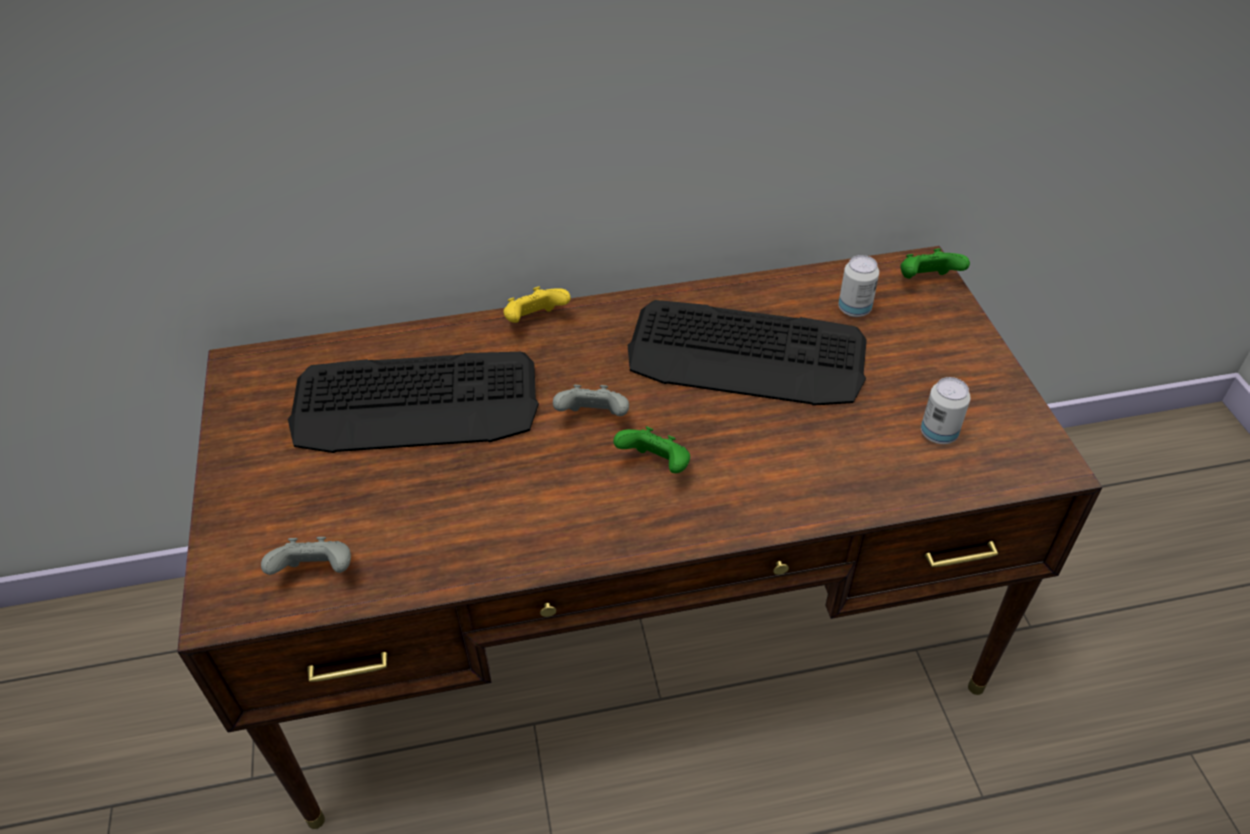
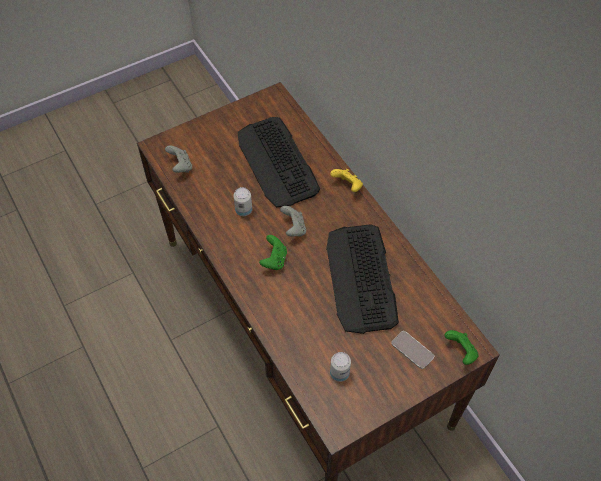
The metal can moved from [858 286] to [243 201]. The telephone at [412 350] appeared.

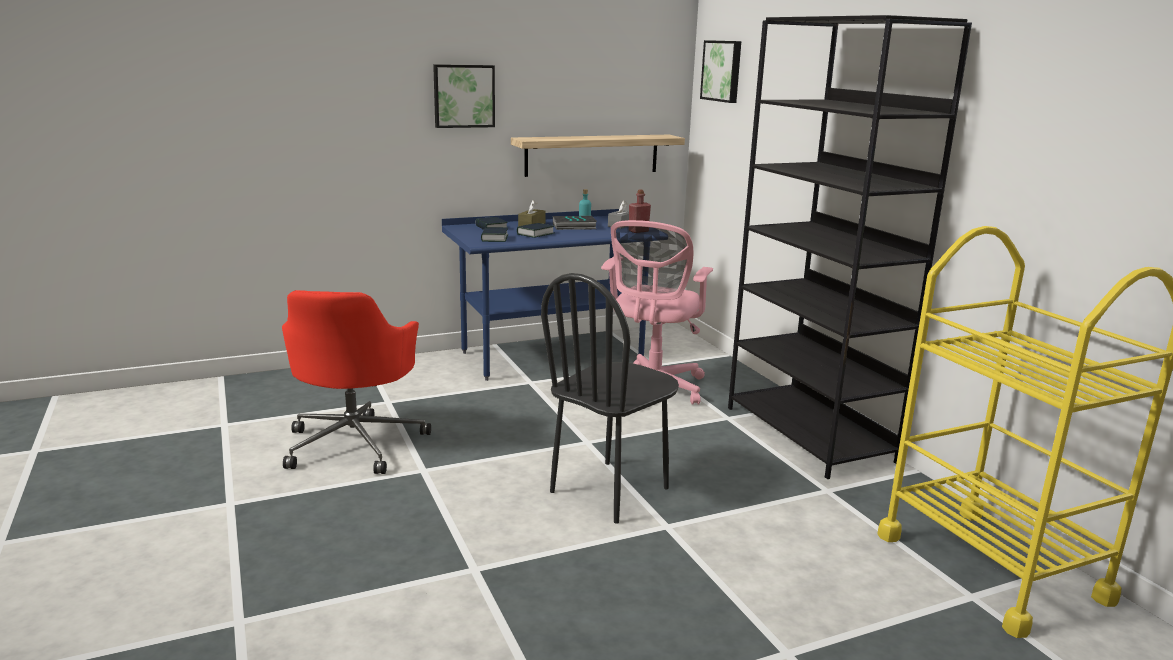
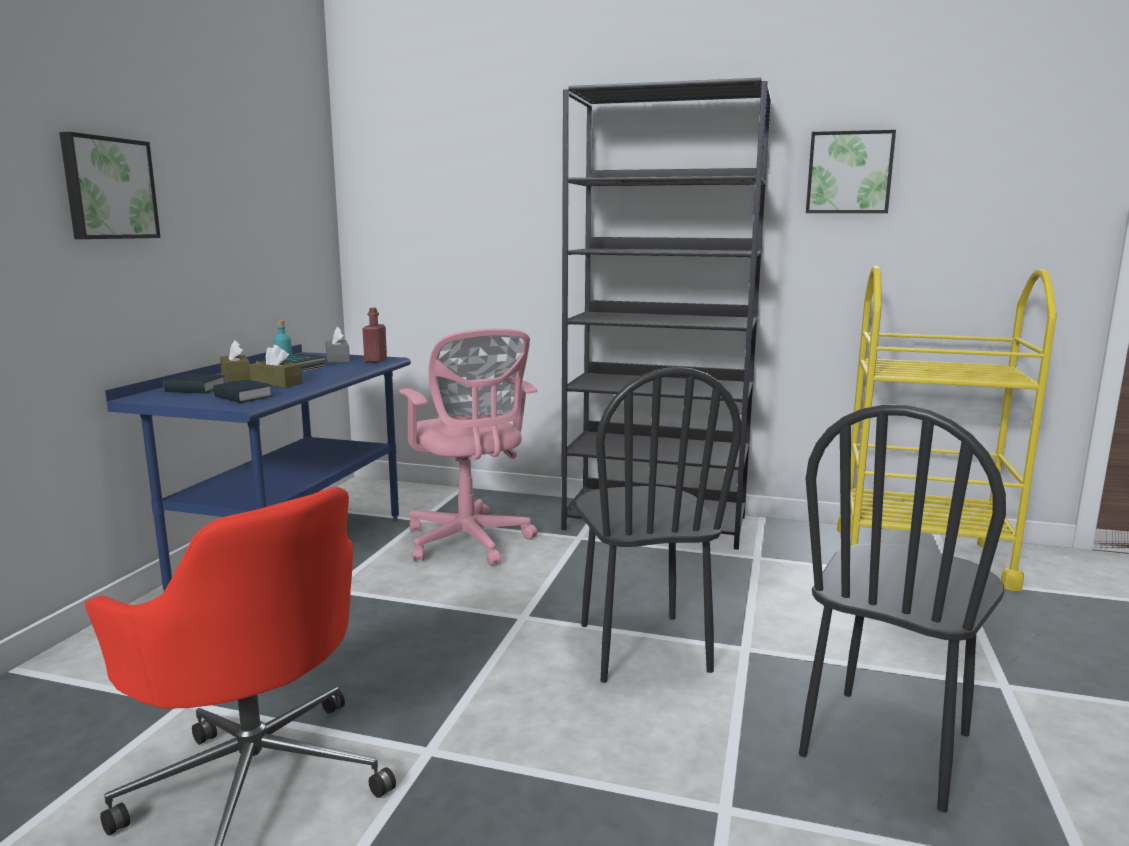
The bound book at [535 230] was replaced by the tissue holder in brownish at [275 366]. The plain chair in blackish at [902 608] appeared. The picture moved from [720 71] to [851 171]. The wall shelf at [598 156] disappeared.

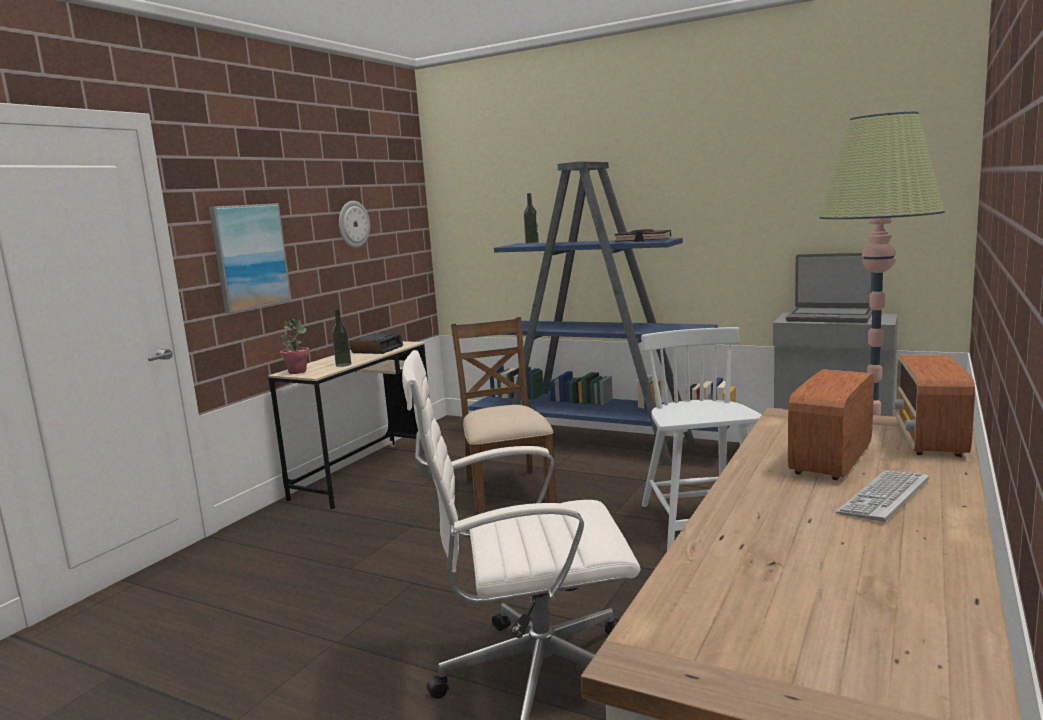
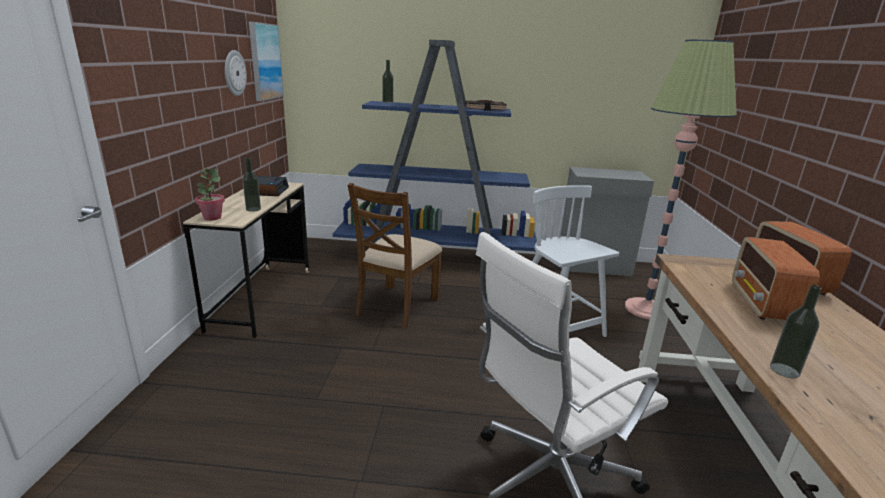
The picture moved from [250 258] to [266 61]. The plain chair in brownish at [504 416] turned 120 degrees counterclockwise. The beverage bottle at [796 331] appeared. The portable computer at [829 288] disappeared. The computer keyboard at [882 496] disappeared.

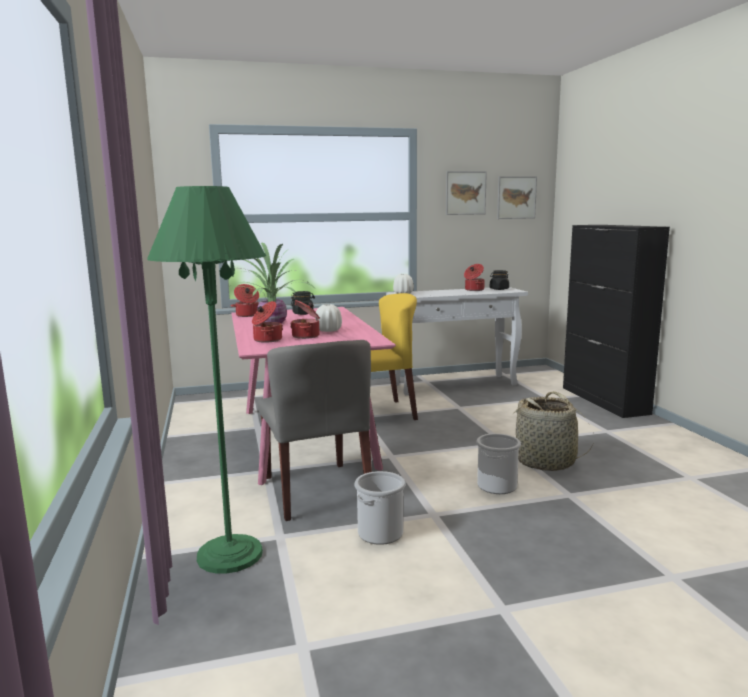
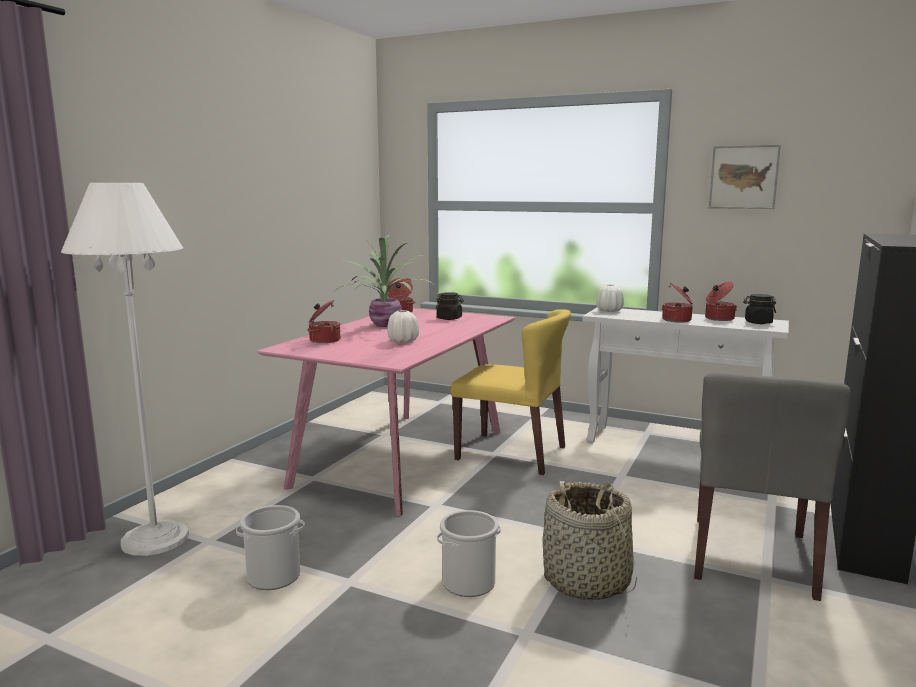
The floor lamp in greenish at [206 380] became the floor lamp in whitish at [125 369]. The cooking pot moved from [305 319] to [677 302]. The plain chair in greyish moved from [315 430] to [772 486]. The picture at [517 197] disappeared.

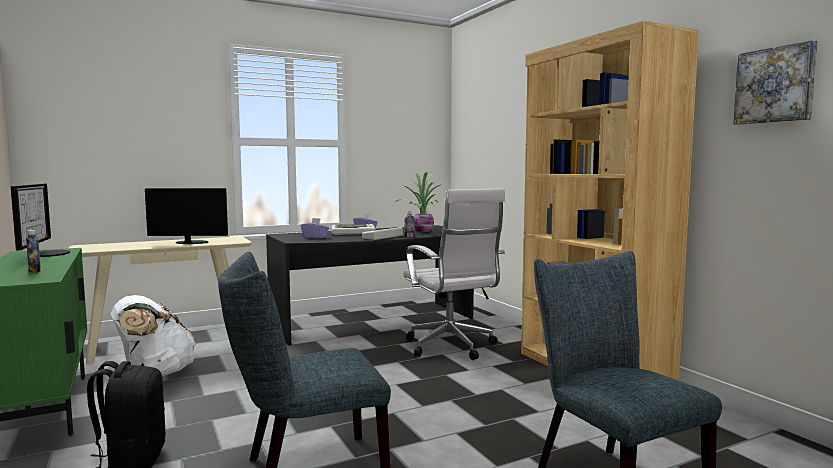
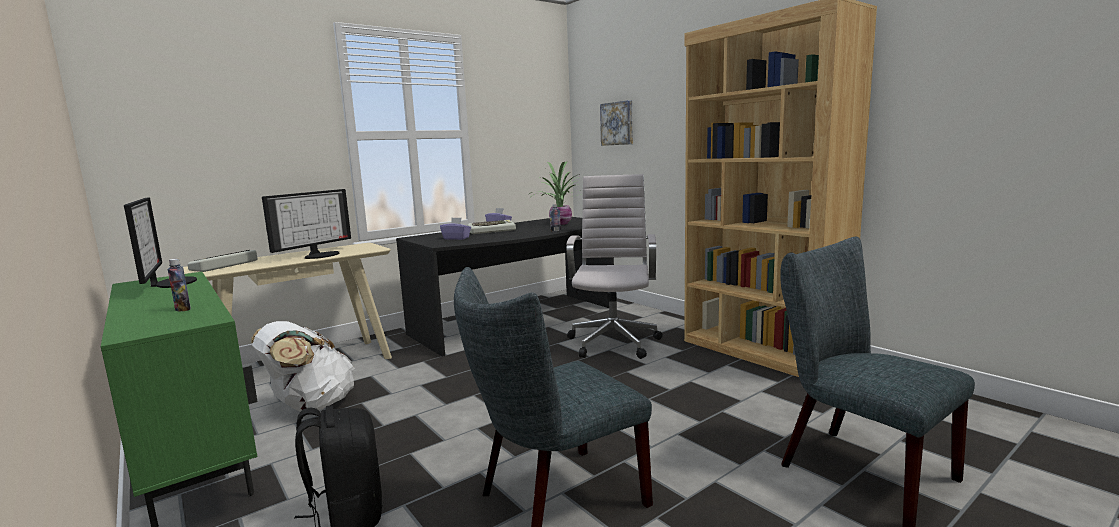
The computer keyboard moved from [382 233] to [222 261]. The computer screen at [186 216] turned 135 degrees clockwise. The desk chair in whitish at [454 274] turned 135 degrees counterclockwise. The picture moved from [775 82] to [616 123].

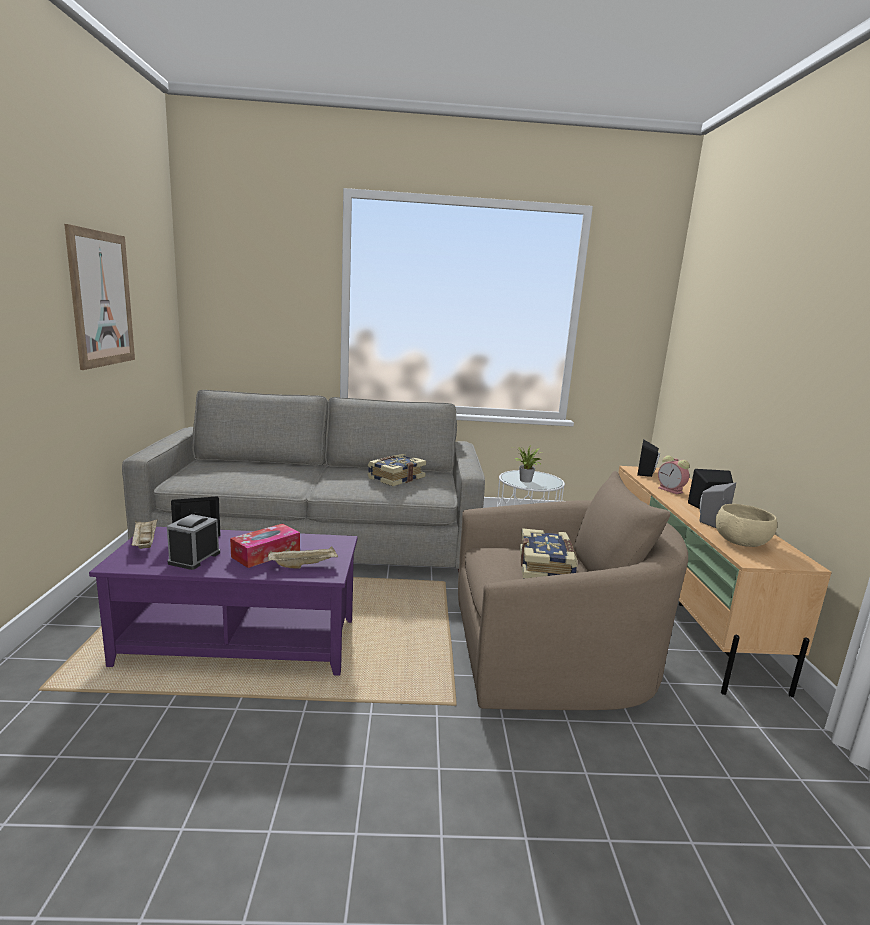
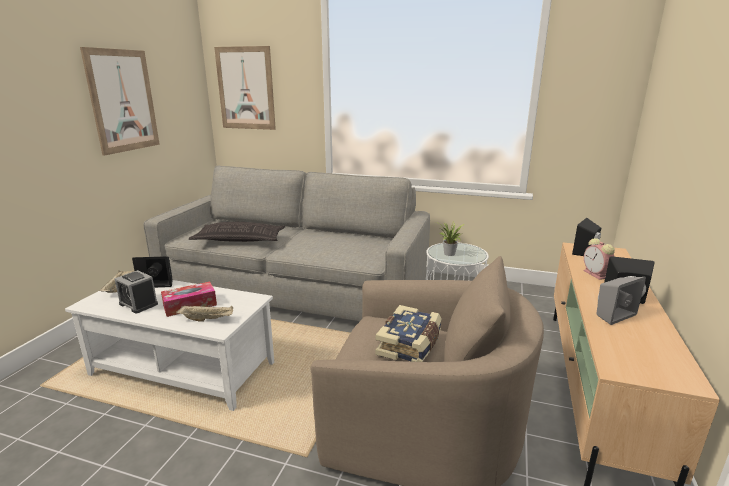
The coffee table in purplish at [223 601] became the coffee table in whitish at [169 345]. The alarm clock at [193 542] turned 90 degrees counterclockwise. The cushion at [237 232] appeared. The picture at [245 88] appeared. The bound book at [396 470] disappeared. The bowl in beige at [746 525] disappeared.

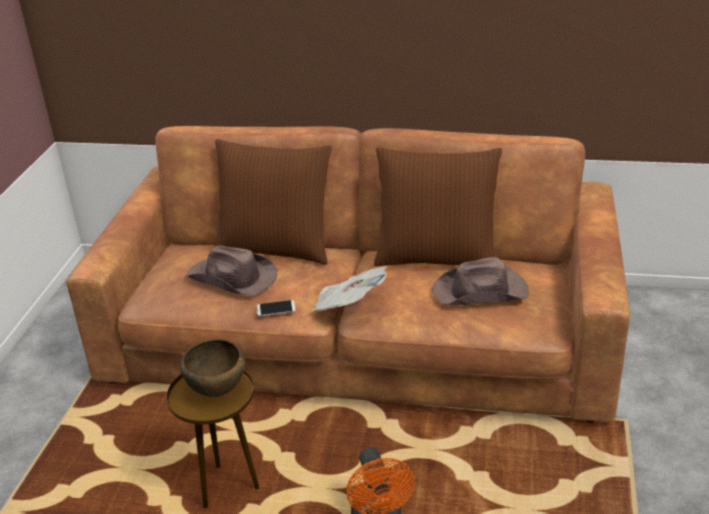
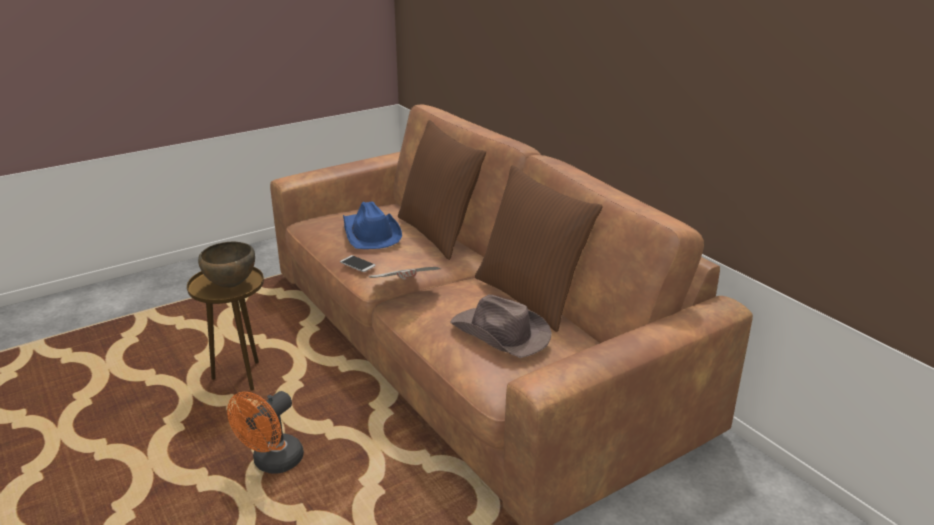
The hat in brownish at [231 271] became the hat in blue at [372 225].

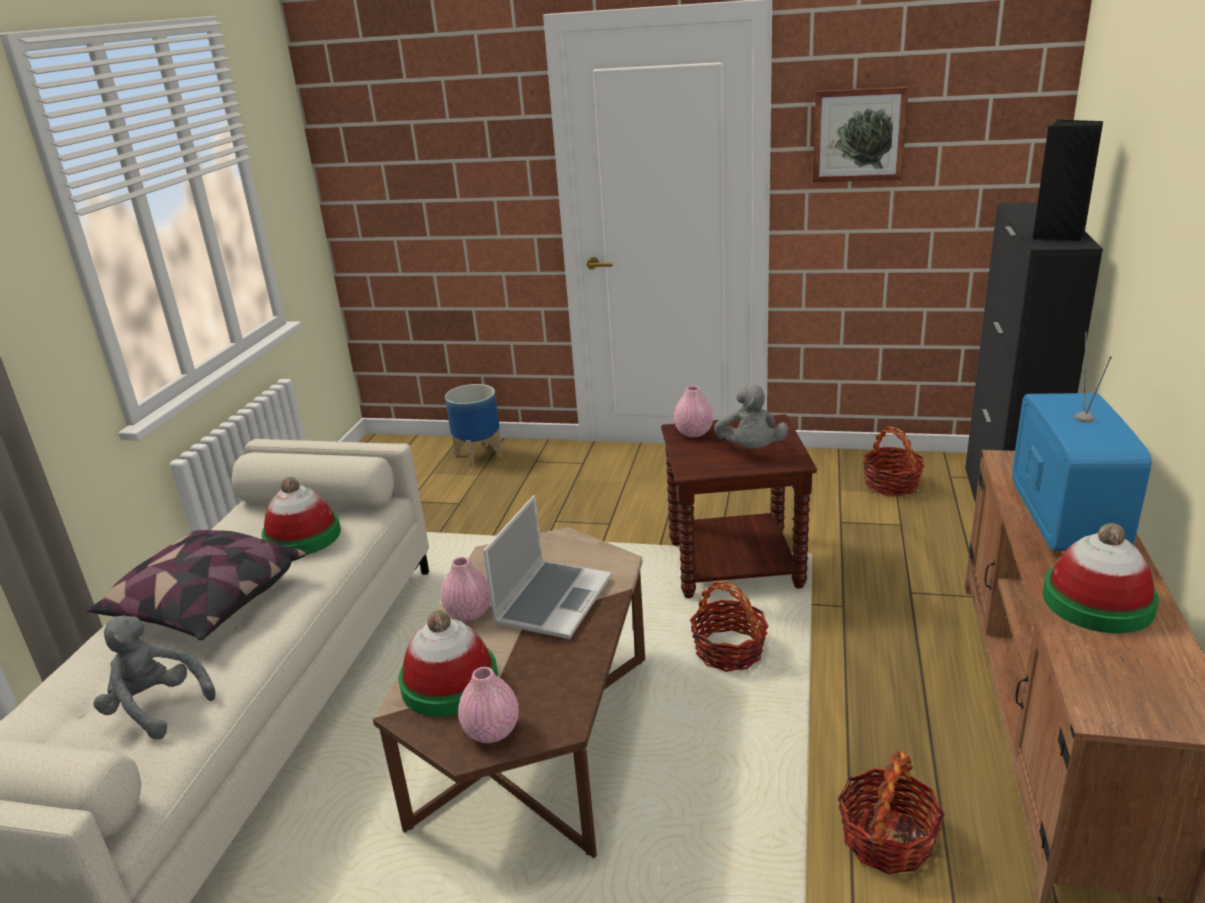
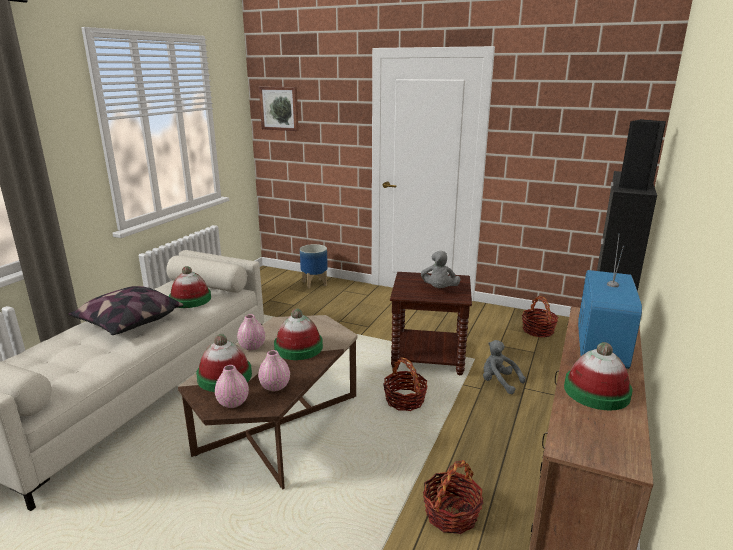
The flower vase in pink-coloured moved from [693 411] to [274 370]. The picture moved from [861 134] to [279 108]. The portable computer at [547 567] was replaced by the hat at [298 334]. The cuddly toy in greyish moved from [154 677] to [504 367].

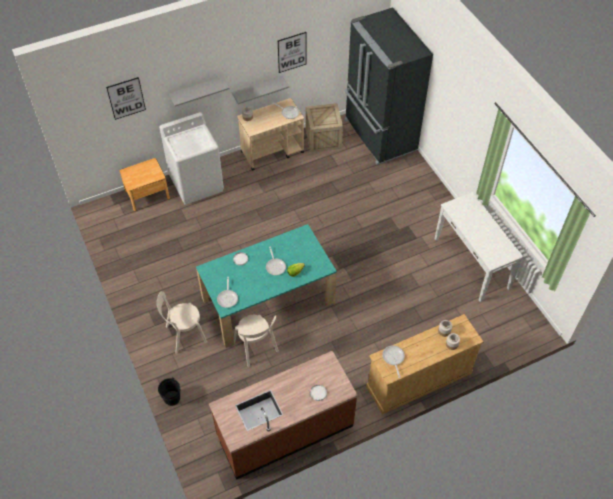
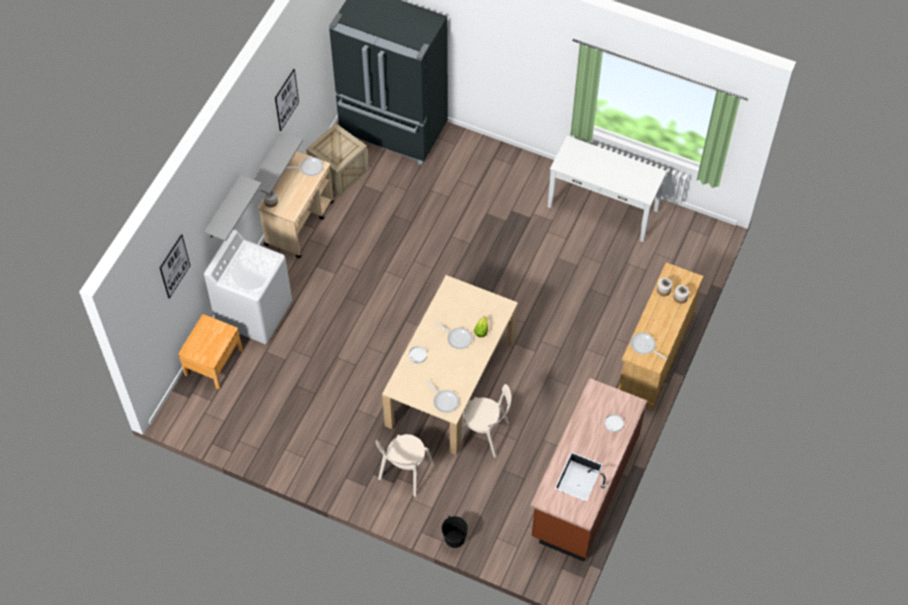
The kitchen table in turquoise at [266 286] became the kitchen table in beige at [450 365].

